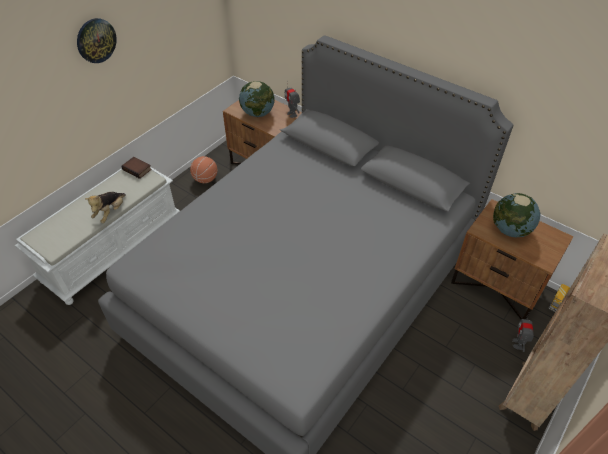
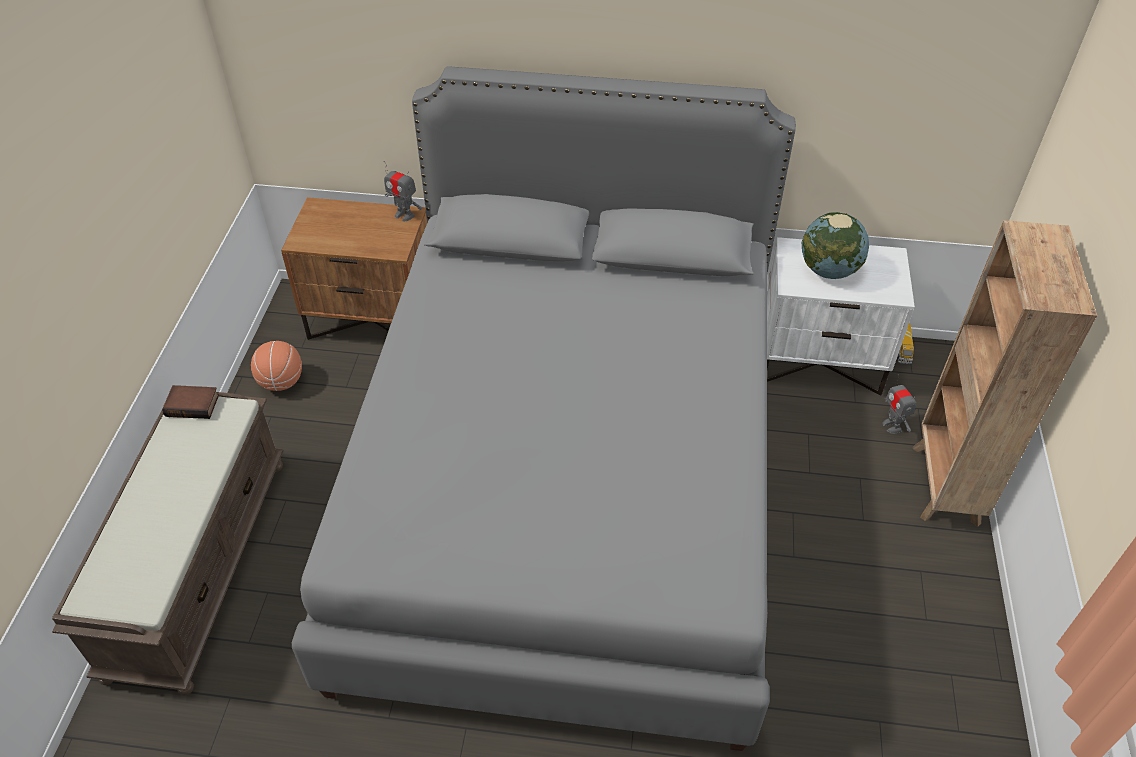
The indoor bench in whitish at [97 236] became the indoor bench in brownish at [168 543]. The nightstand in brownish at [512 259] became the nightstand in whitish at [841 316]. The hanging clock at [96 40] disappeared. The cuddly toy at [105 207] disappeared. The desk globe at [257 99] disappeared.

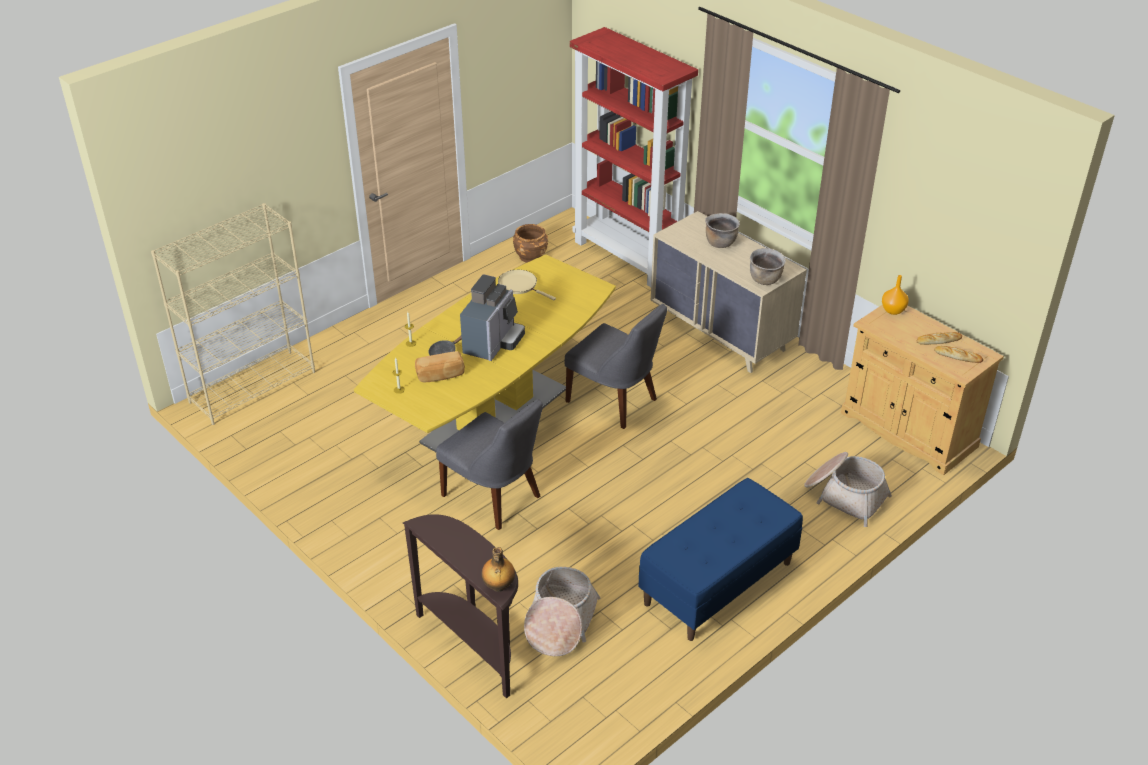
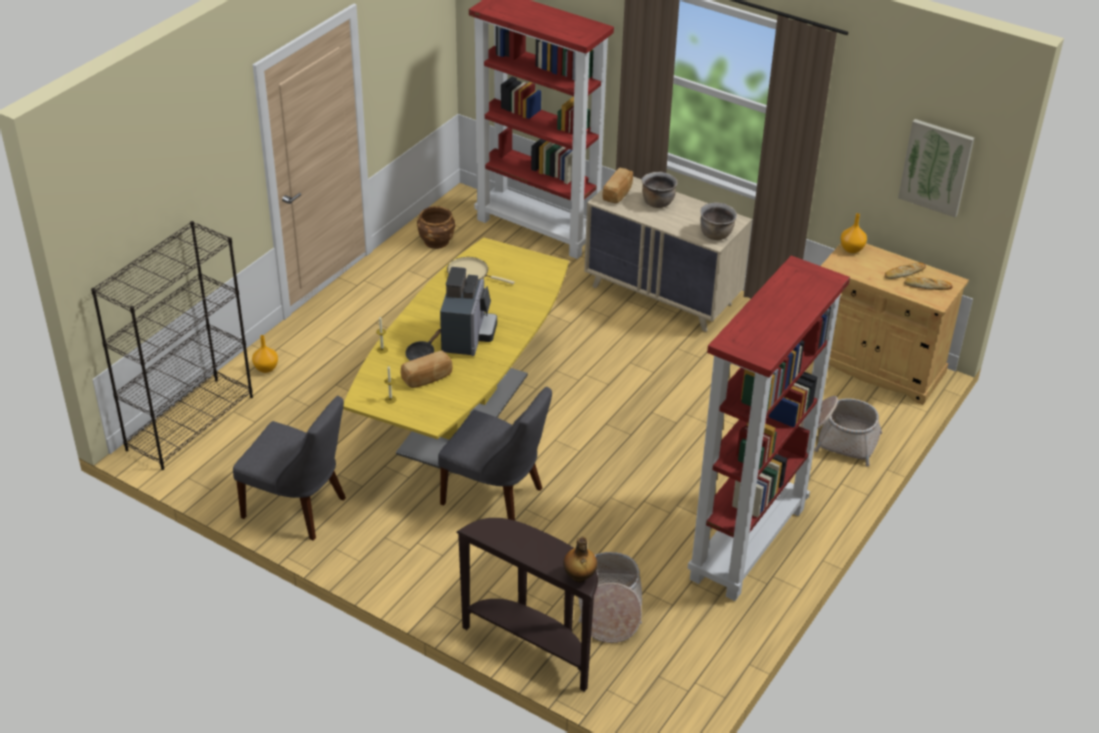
The bookcase in beige at [233 314] became the bookcase in blackish at [172 345]. The plain chair in greyish moved from [615 366] to [289 468]. The flower vase in orange-coloured at [265 354] appeared. The baked bread at [617 185] appeared. The indoor bench in blue at [721 559] was replaced by the bookcase in reddish at [769 428]. The picture at [936 168] appeared.

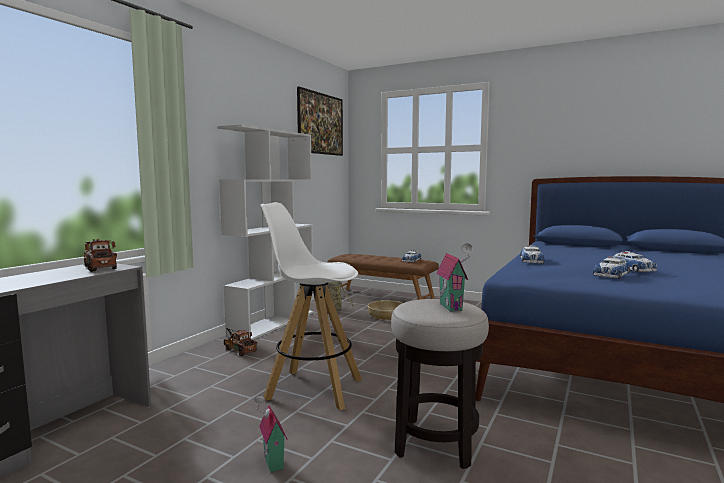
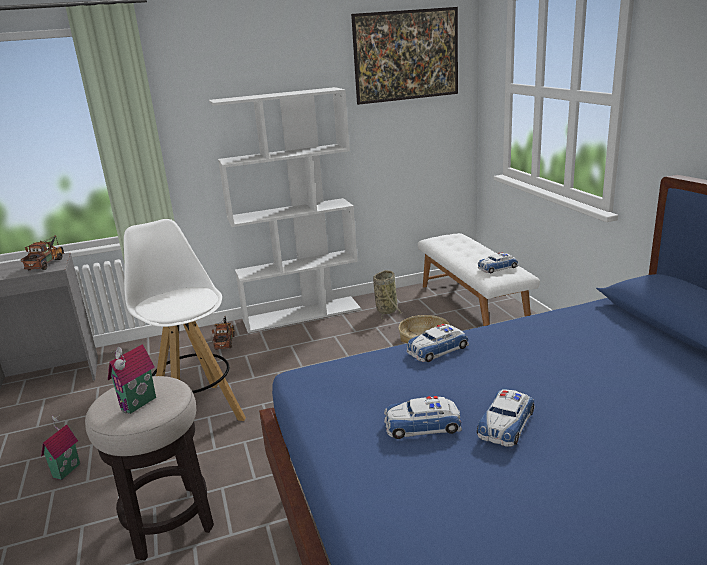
The indoor bench in brownish at [383 277] became the indoor bench in whitish at [479 279].

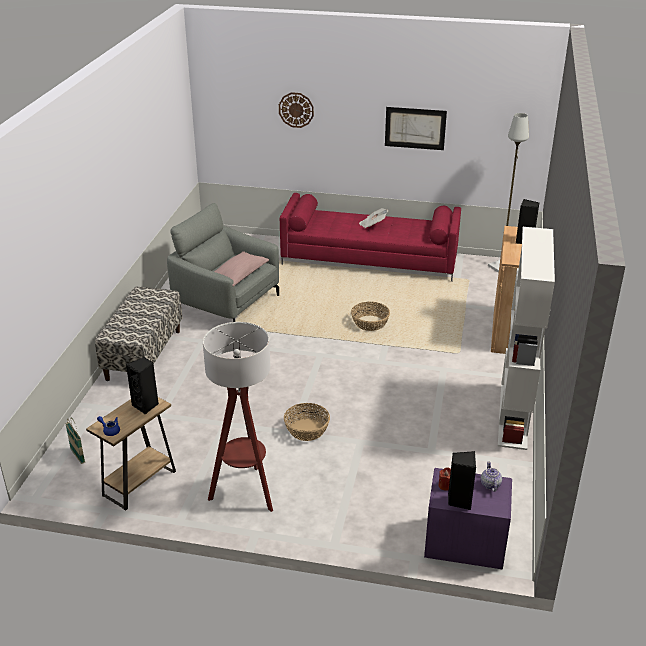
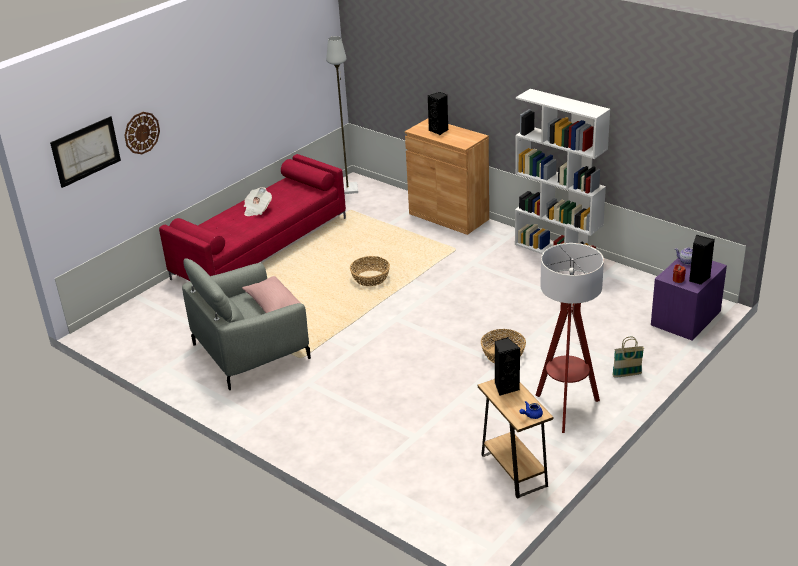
The picture moved from [416 128] to [85 152]. The household basket moved from [75 441] to [628 357]. The indoor bench at [138 334] disappeared.

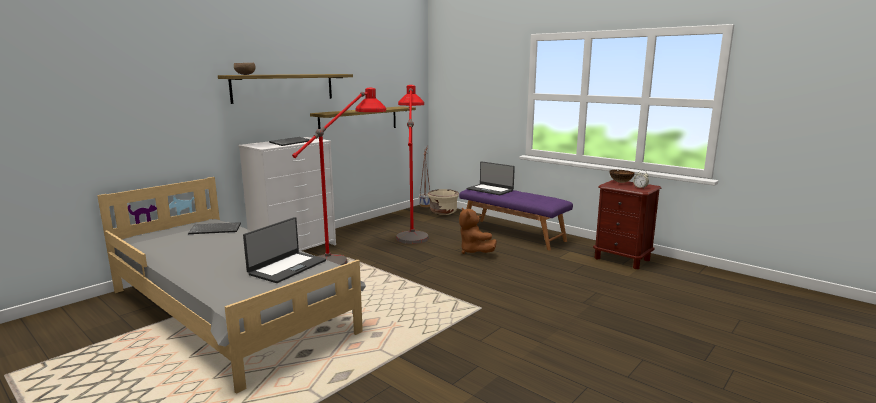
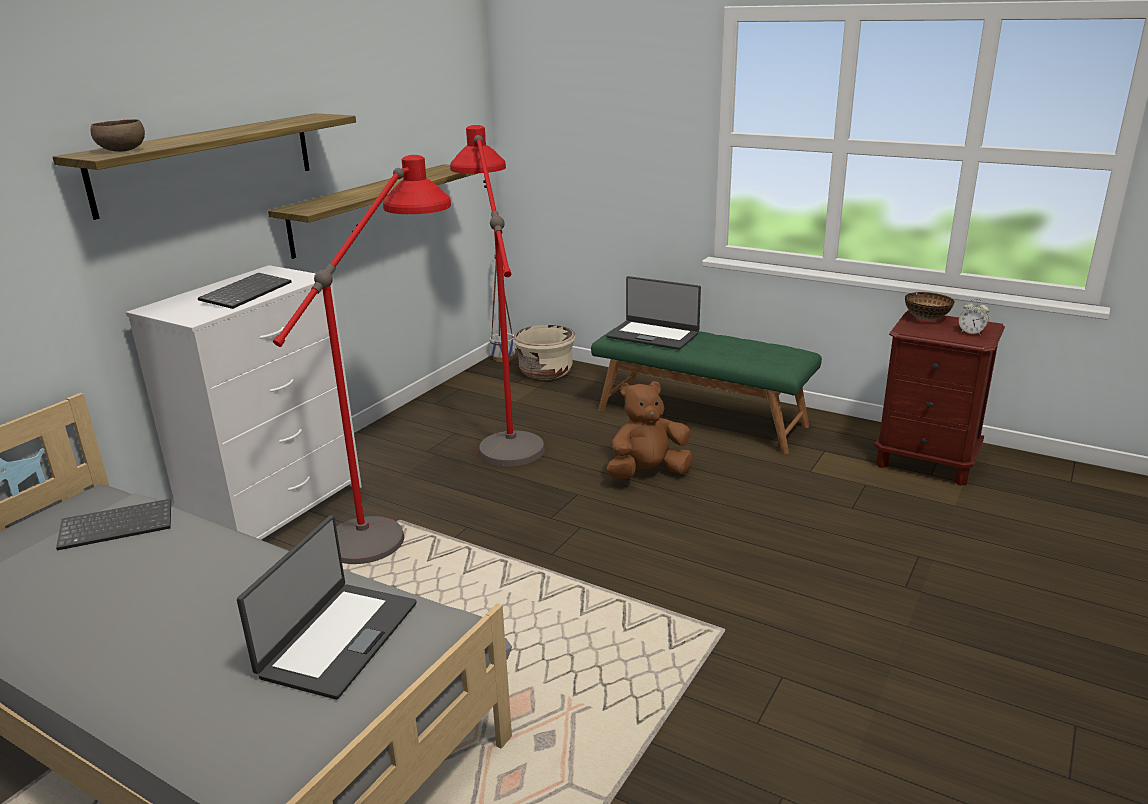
The indoor bench in purplish at [516 220] became the indoor bench in greenish at [706 391]. The cuddly toy in brownish at [478 230] turned 105 degrees clockwise.

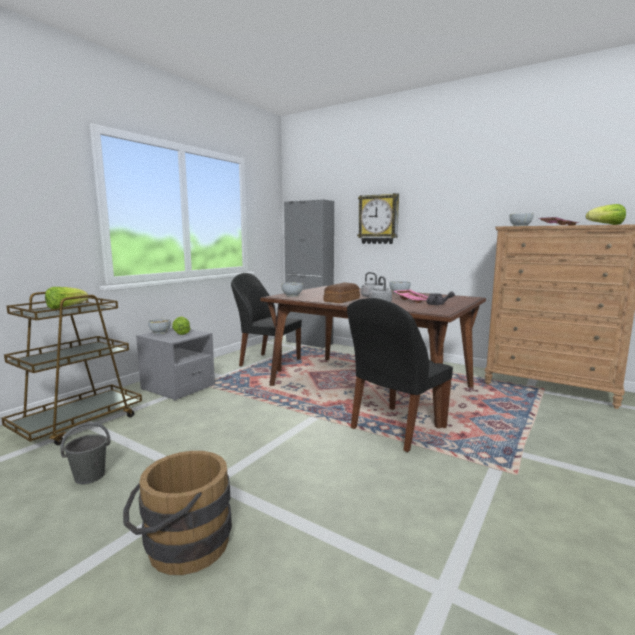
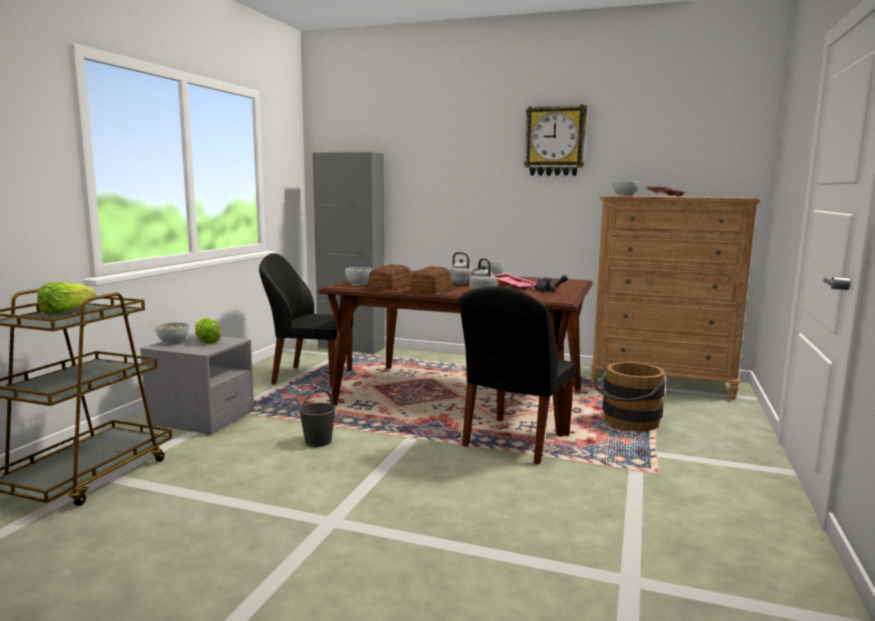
The bucket in greyish moved from [86 453] to [317 417]. The baked bread at [390 277] appeared. The hanging clock moved from [378 218] to [555 140]. The bucket in brownish moved from [177 513] to [630 396]. The head of lettuce at [606 214] disappeared.

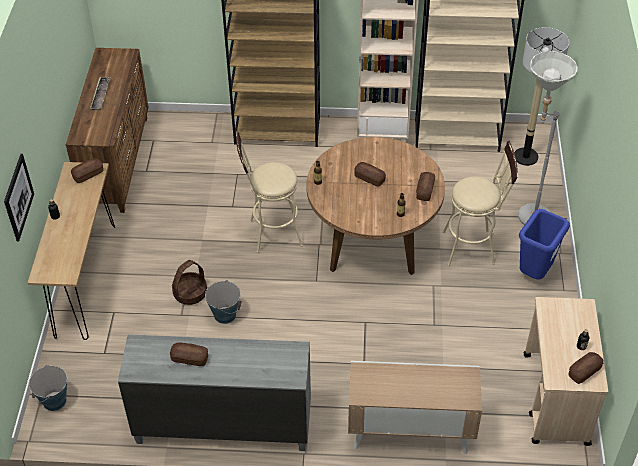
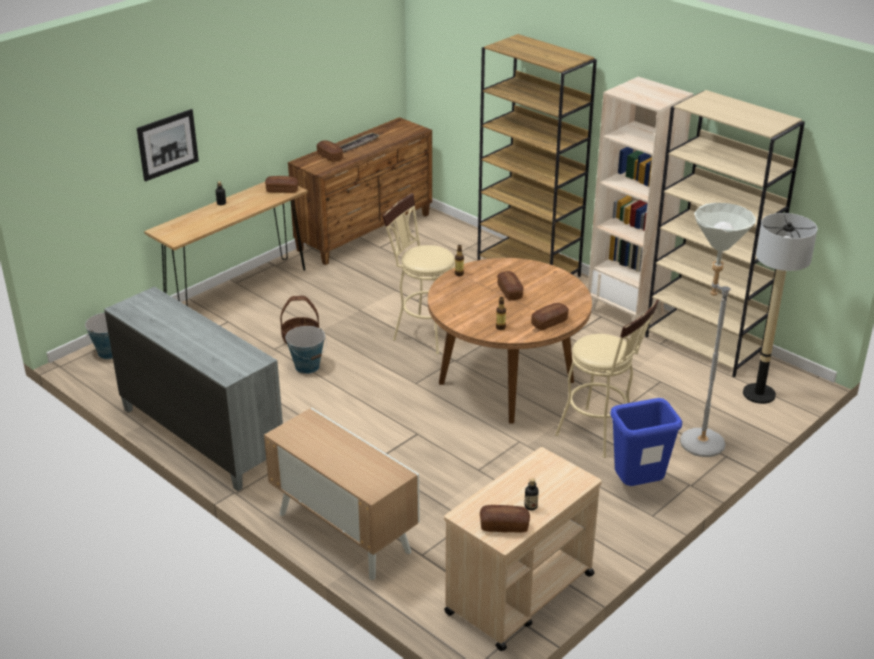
The baked bread moved from [189 354] to [330 151].

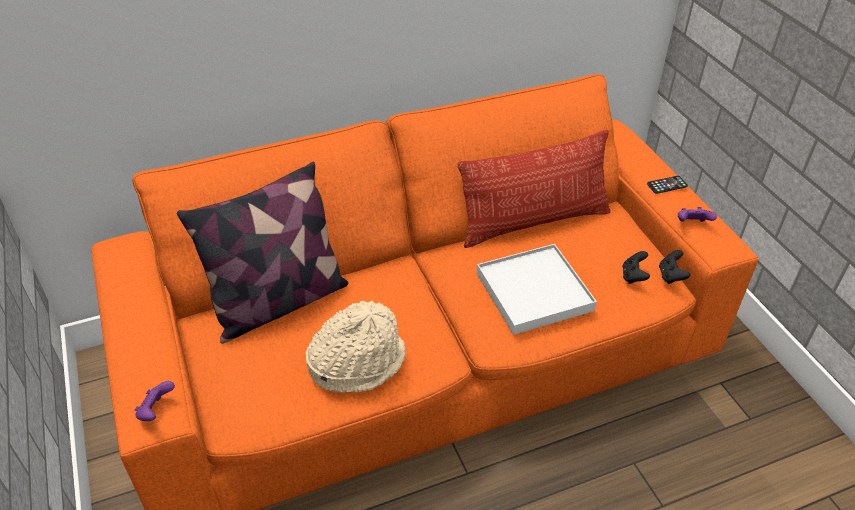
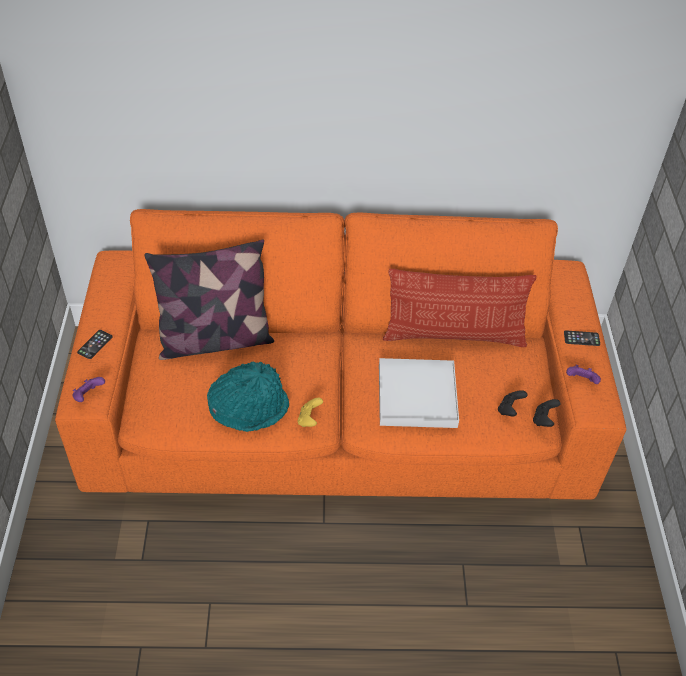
The telephone at [95 344] appeared. The hat in beige at [356 347] became the hat in turquoise at [248 397]. The gamepad in yellowish at [310 412] appeared.

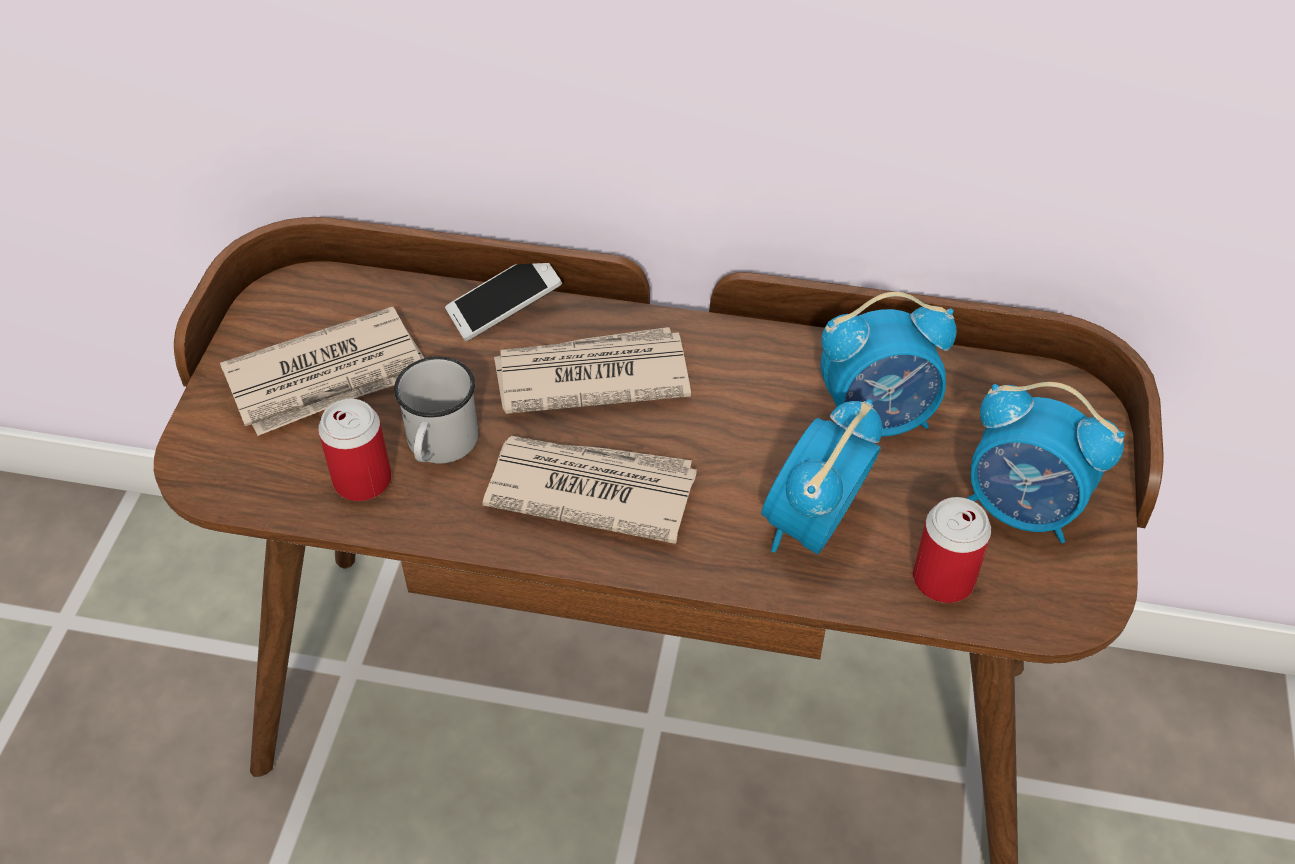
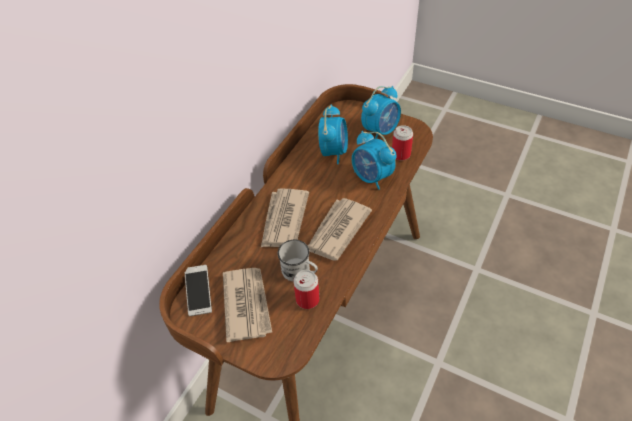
The telephone moved from [503 302] to [198 290].

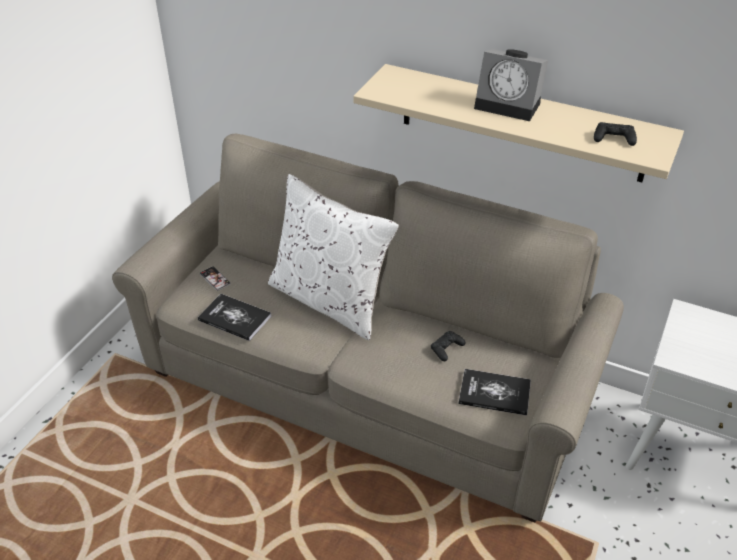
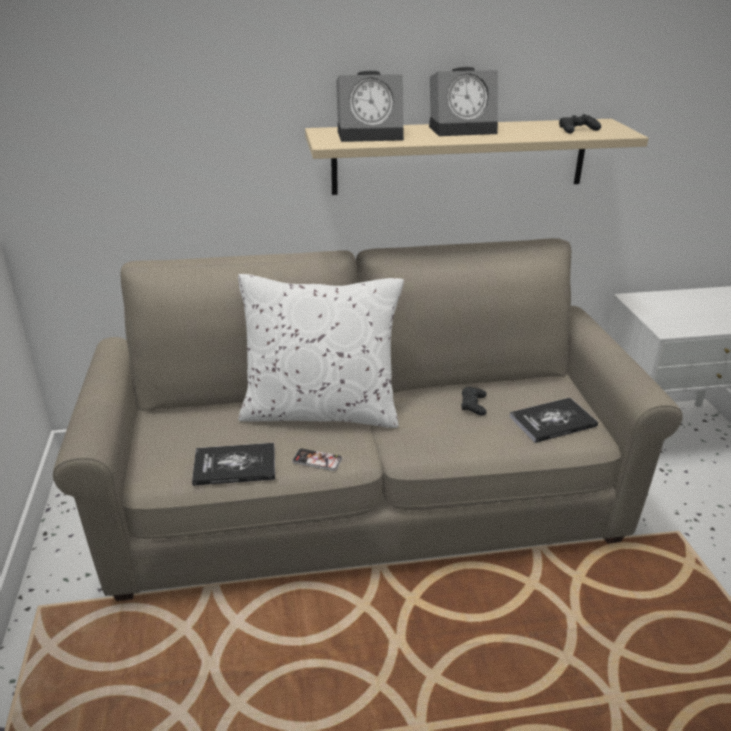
The telephone moved from [215 279] to [317 460]. The alarm clock at [370 106] appeared.

